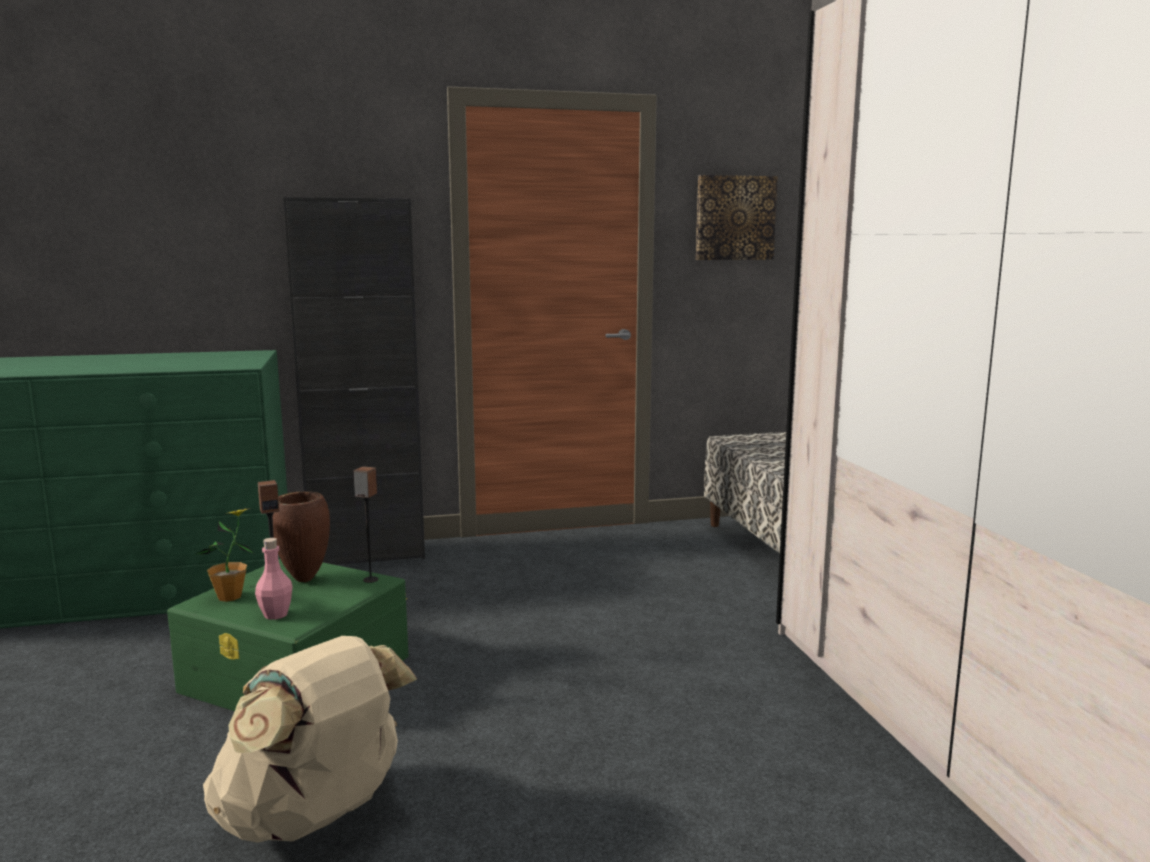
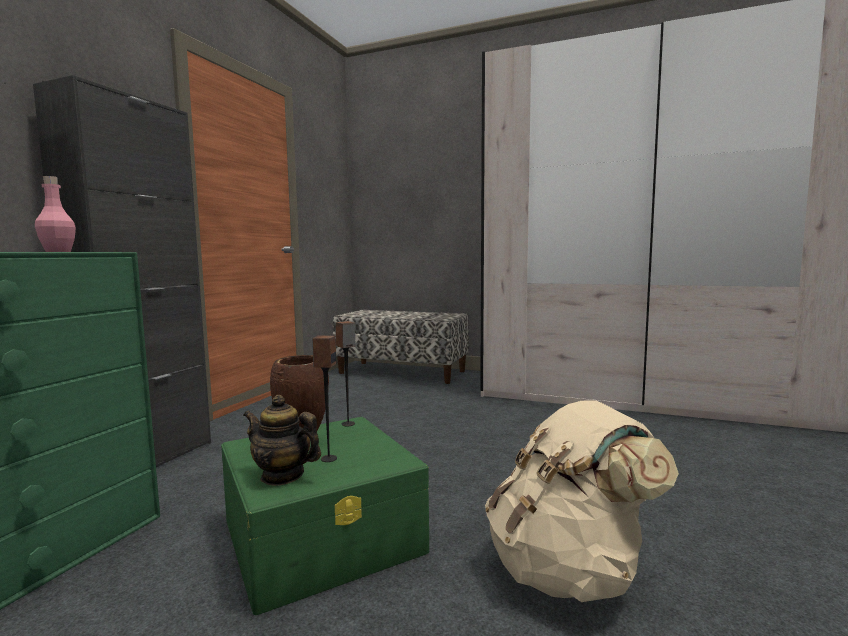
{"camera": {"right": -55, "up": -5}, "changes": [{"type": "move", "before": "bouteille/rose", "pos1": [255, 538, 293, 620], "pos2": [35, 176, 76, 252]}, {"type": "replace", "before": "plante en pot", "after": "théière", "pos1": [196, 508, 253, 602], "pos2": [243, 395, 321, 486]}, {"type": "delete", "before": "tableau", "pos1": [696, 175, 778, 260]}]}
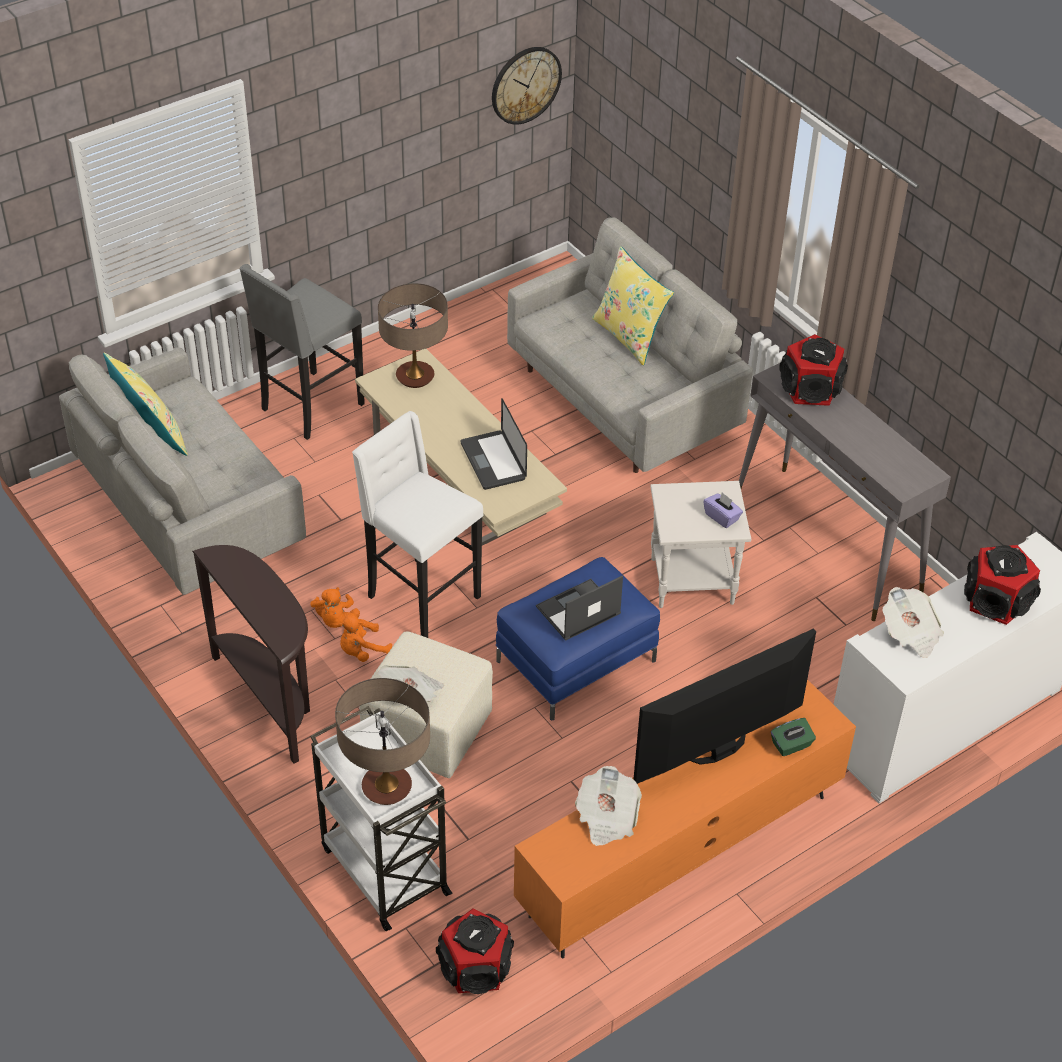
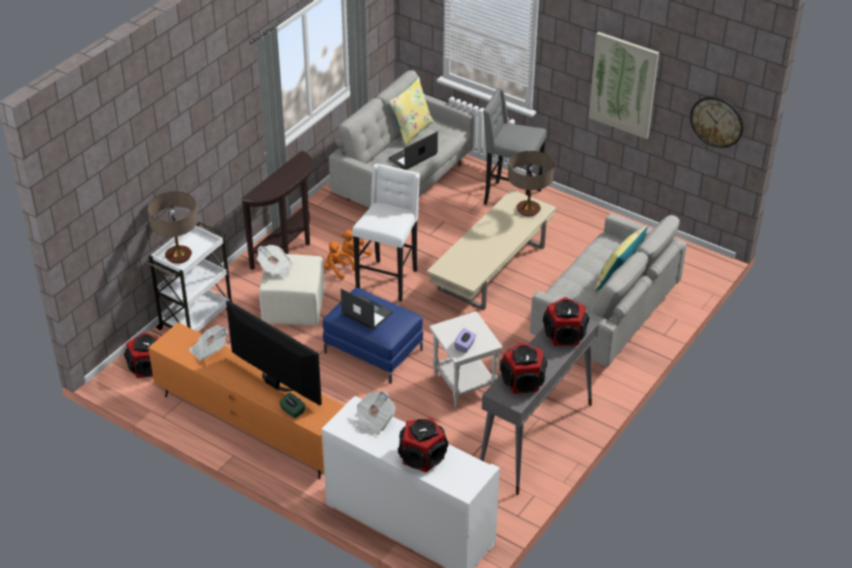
{"camera": {"right": 70, "up": -5}, "changes": [{"type": "move", "before": "ordinateur portable", "pos1": [460, 398, 527, 490], "pos2": [389, 132, 438, 170]}, {"type": "insert", "after": "enceinte", "pos2": [500, 342, 547, 394]}, {"type": "insert", "after": "tableau", "pos2": [589, 32, 659, 139]}]}
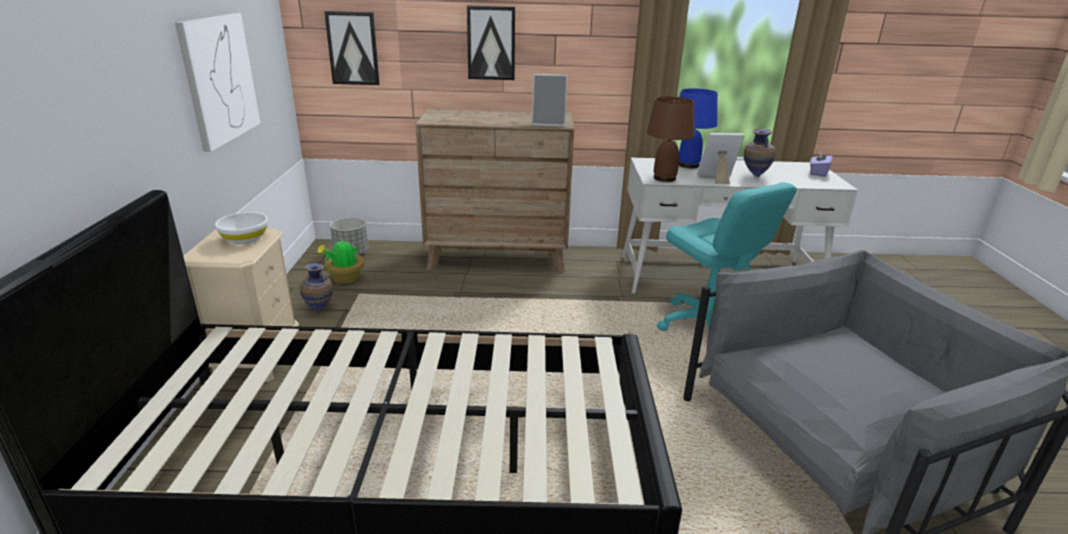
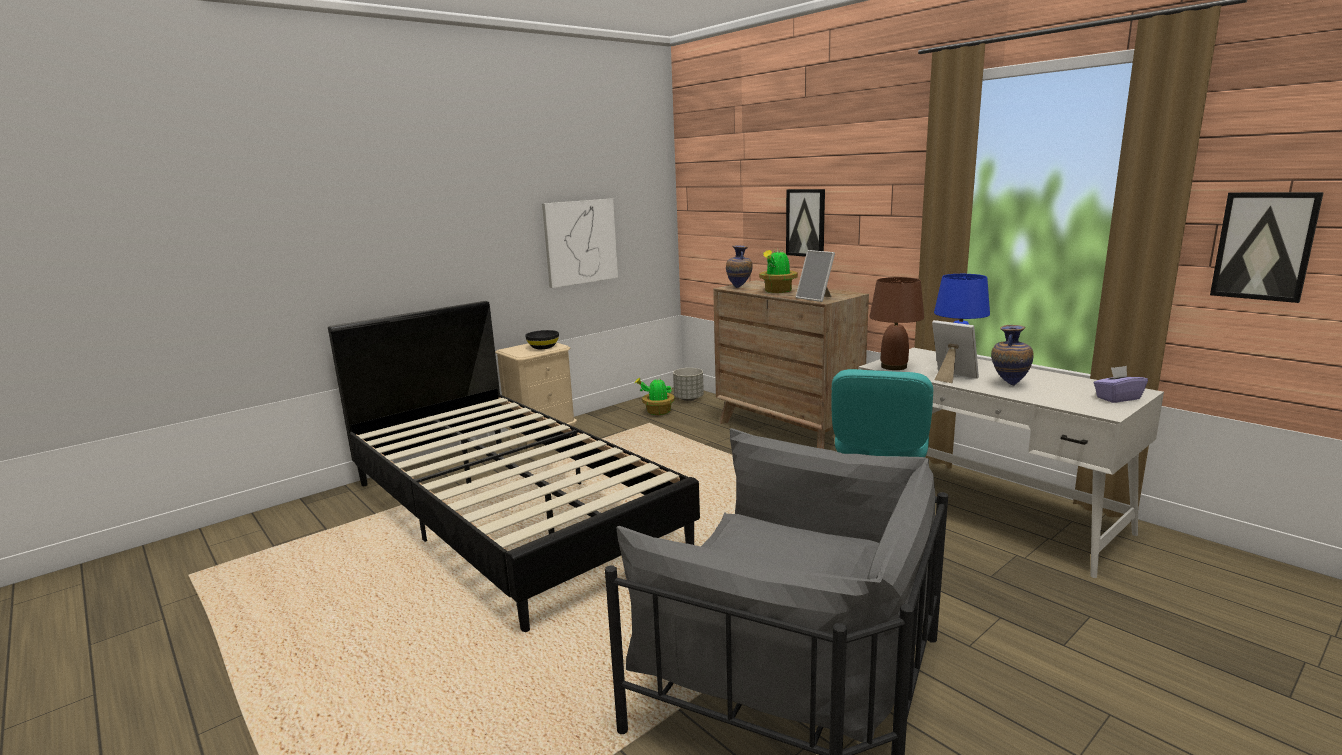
{"camera": {"right": 50, "up": -10}, "changes": [{"type": "recolor", "before": "bol/blanc", "after": "bol/noir", "pos1": [215, 212, 268, 244], "pos2": [525, 330, 559, 349]}, {"type": "move", "before": "vase", "pos1": [300, 263, 333, 312], "pos2": [726, 245, 752, 288]}, {"type": "insert", "after": "plante en pot", "pos2": [759, 248, 798, 293]}, {"type": "move", "before": "tableau", "pos1": [324, 11, 380, 85], "pos2": [1210, 192, 1324, 303]}]}
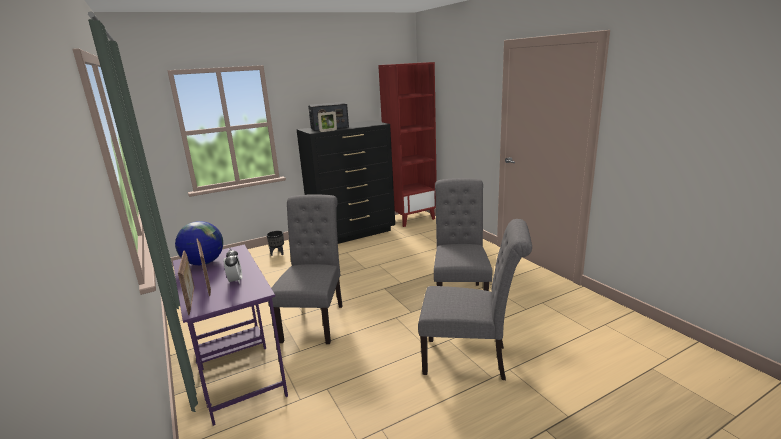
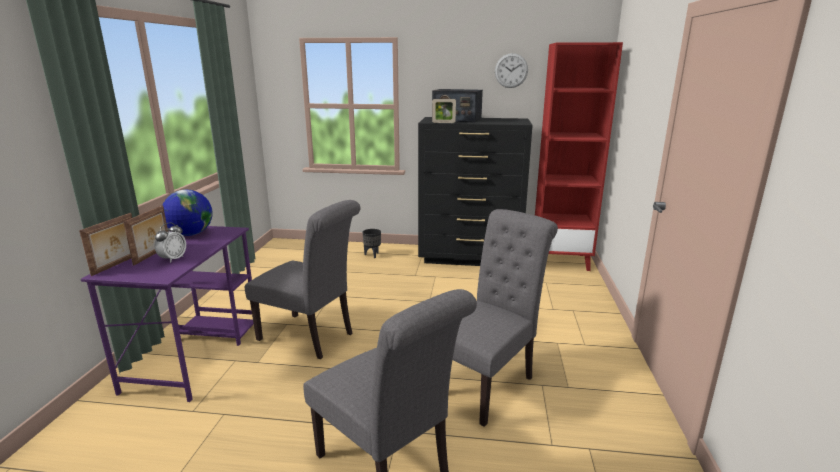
{"camera": {"right": 35, "up": 0}, "changes": [{"type": "rotate", "before": "chaise/gris", "pos1": [268, 194, 343, 344], "pos2": [245, 200, 361, 360], "turn": 75}, {"type": "insert", "after": "horloge murale", "pos2": [495, 53, 528, 88]}]}
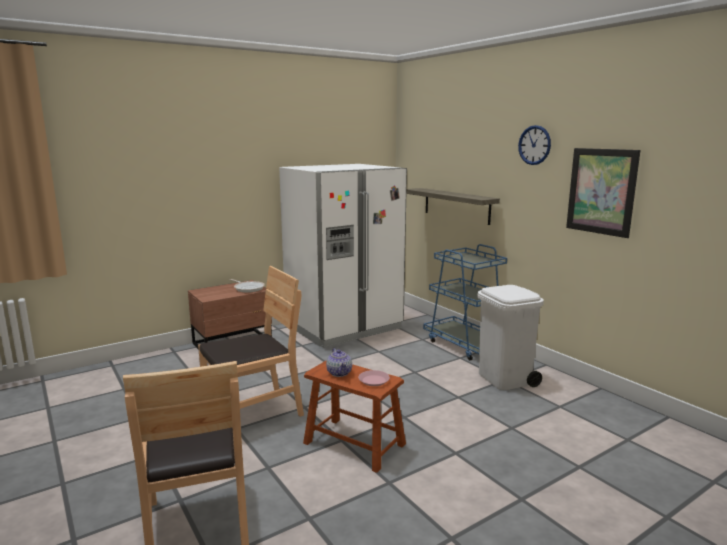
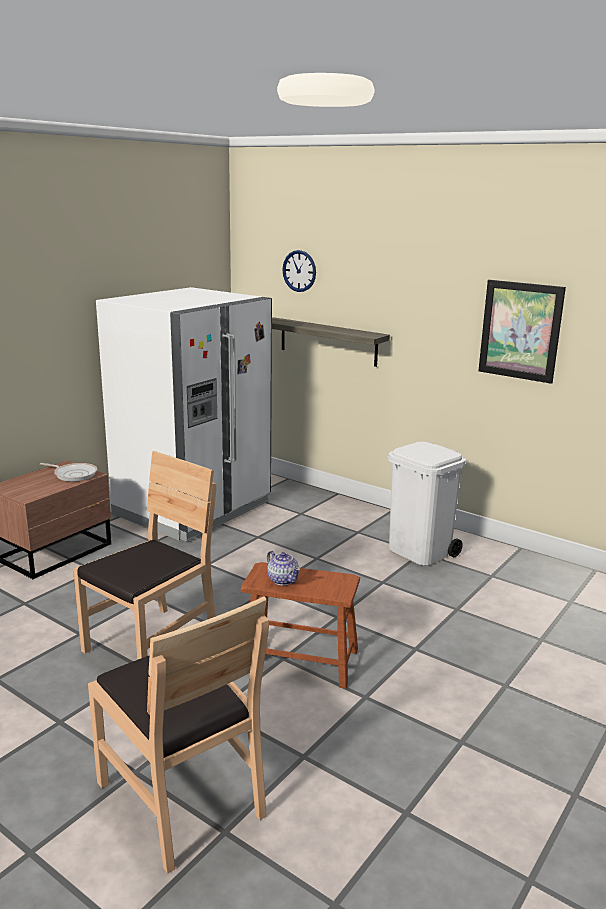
{"camera": {"right": -20, "up": 5}, "changes": [{"type": "move", "before": "horloge murale", "pos1": [518, 125, 551, 165], "pos2": [282, 250, 316, 292]}, {"type": "delete", "before": "assiette/rose", "pos1": [358, 370, 390, 386]}, {"type": "delete", "before": "chariot/bleu", "pos1": [423, 244, 507, 360]}]}
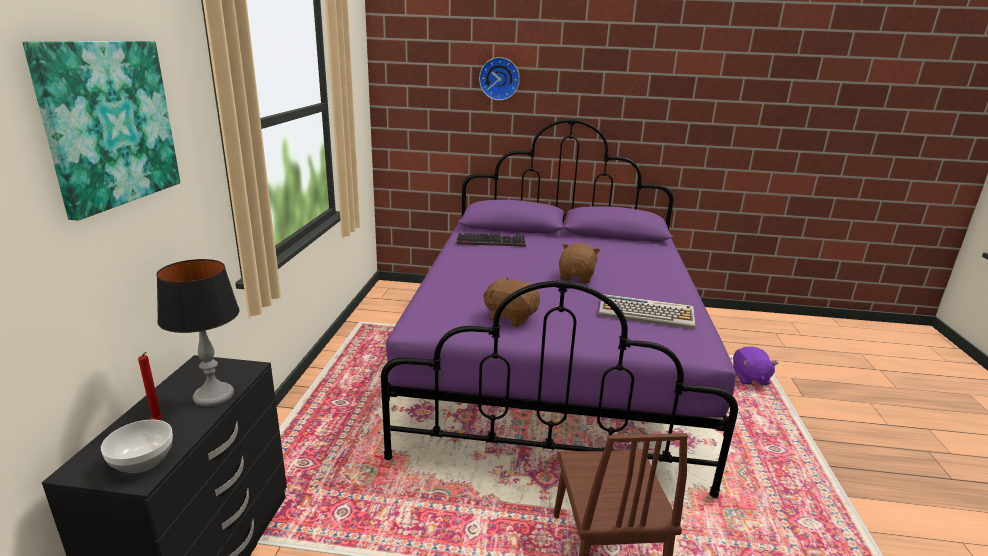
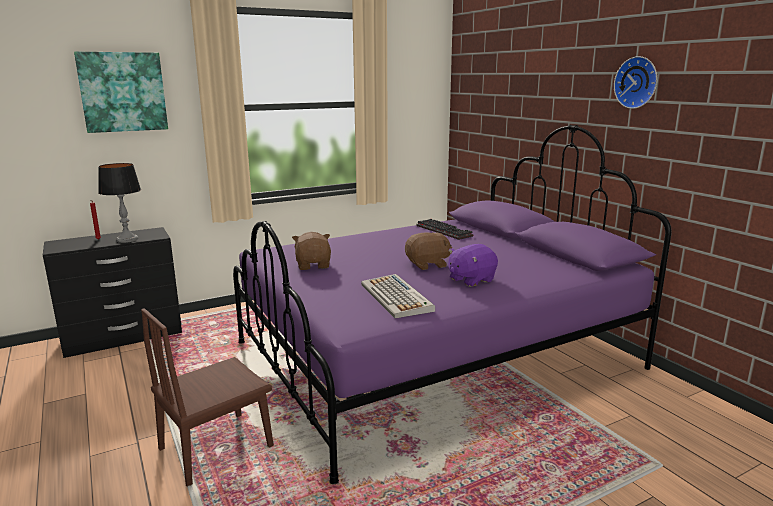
{"camera": {"right": 55, "up": -5}, "changes": [{"type": "move", "before": "peluche/violet", "pos1": [733, 346, 778, 385], "pos2": [448, 244, 498, 287]}, {"type": "move", "before": "horloge murale", "pos1": [479, 57, 520, 101], "pos2": [614, 56, 657, 109]}, {"type": "delete", "before": "bol", "pos1": [101, 420, 173, 473]}]}
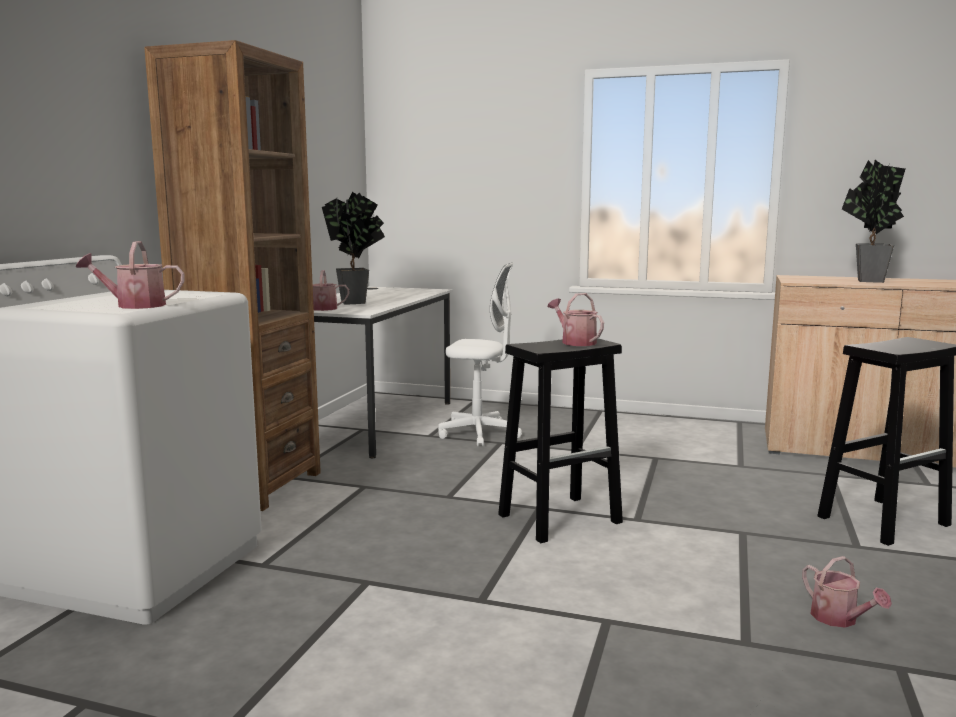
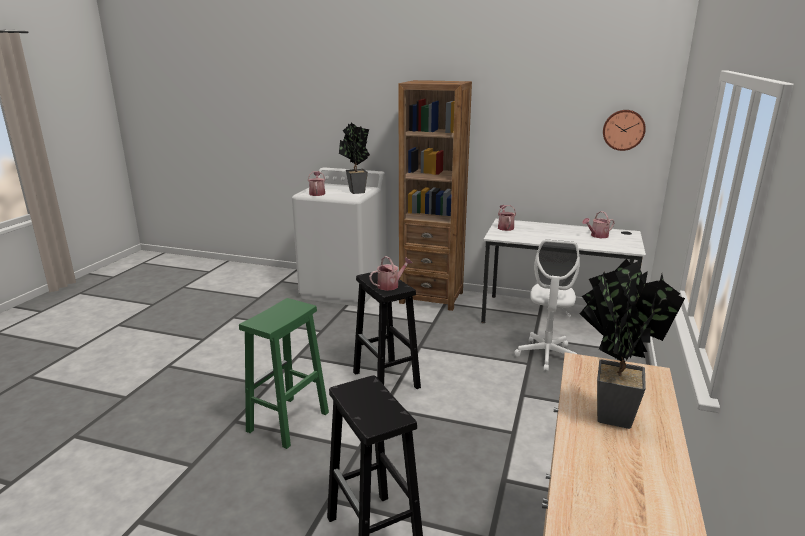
{"camera": {"right": 90, "up": 10}, "changes": [{"type": "insert", "after": "tabouret/vert", "pos2": [239, 298, 329, 449]}, {"type": "move", "before": "plante en pot", "pos1": [322, 192, 385, 305], "pos2": [339, 122, 370, 194]}, {"type": "move", "before": "arrosoir", "pos1": [802, 556, 892, 628], "pos2": [582, 211, 615, 238]}, {"type": "insert", "after": "horloge murale", "pos2": [603, 110, 646, 151]}]}
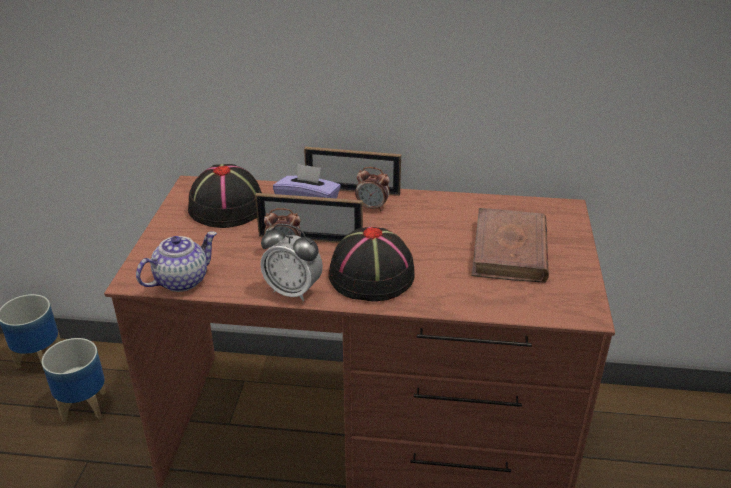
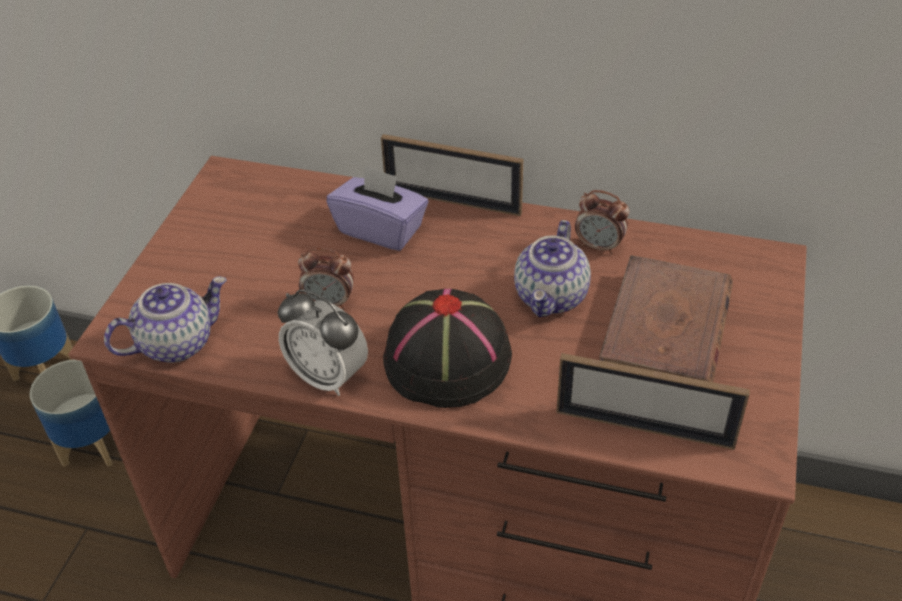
{"camera": {"right": 10, "up": 10}, "changes": [{"type": "insert", "after": "théière", "pos2": [514, 220, 591, 317]}, {"type": "move", "before": "cadre photo", "pos1": [255, 193, 363, 243], "pos2": [556, 353, 750, 450]}, {"type": "move", "before": "réveil", "pos1": [355, 167, 390, 211], "pos2": [575, 190, 629, 254]}, {"type": "delete", "before": "chapeau/noir", "pos1": [188, 164, 262, 228]}]}
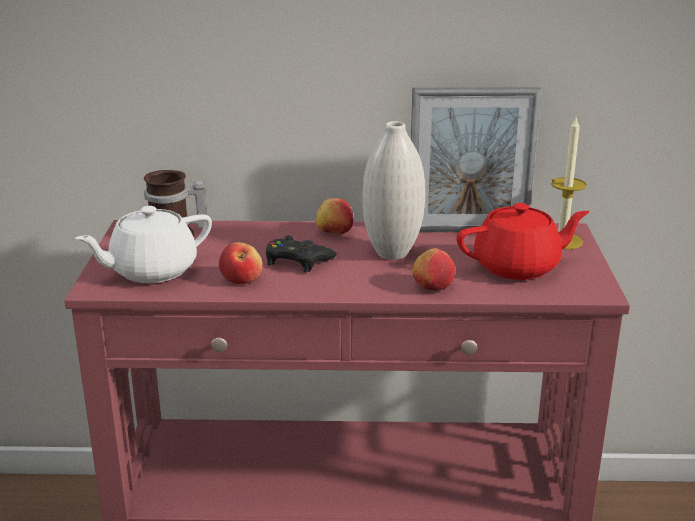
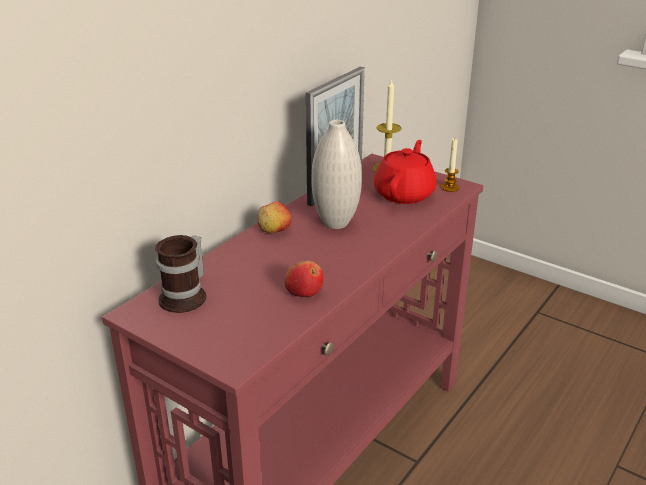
{"camera": {"right": -55, "up": 5}, "changes": [{"type": "insert", "after": "bougie", "pos2": [441, 138, 459, 192]}, {"type": "delete", "before": "théière/blanc", "pos1": [75, 206, 212, 283]}, {"type": "delete", "before": "manette/noir", "pos1": [266, 235, 337, 273]}, {"type": "delete", "before": "pomme", "pos1": [412, 248, 455, 291]}]}
